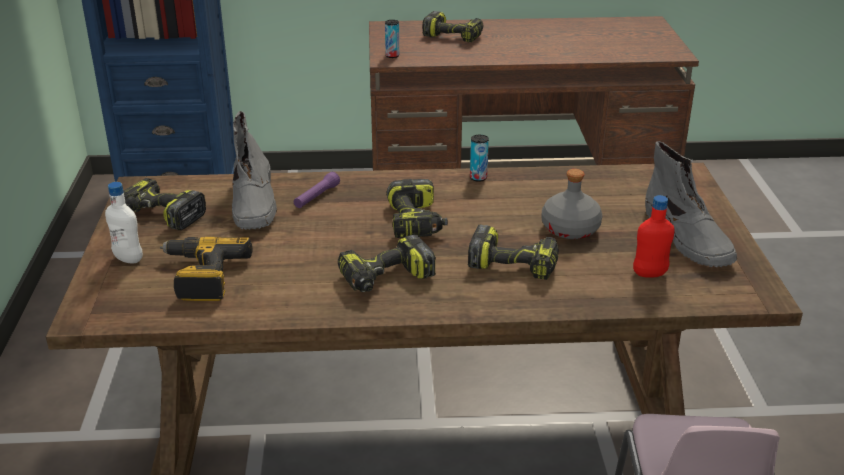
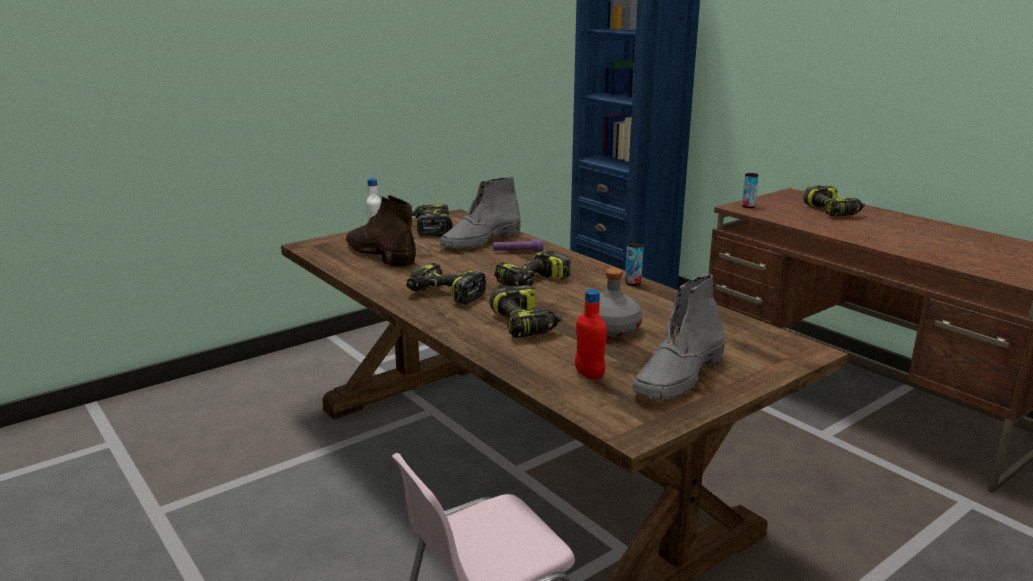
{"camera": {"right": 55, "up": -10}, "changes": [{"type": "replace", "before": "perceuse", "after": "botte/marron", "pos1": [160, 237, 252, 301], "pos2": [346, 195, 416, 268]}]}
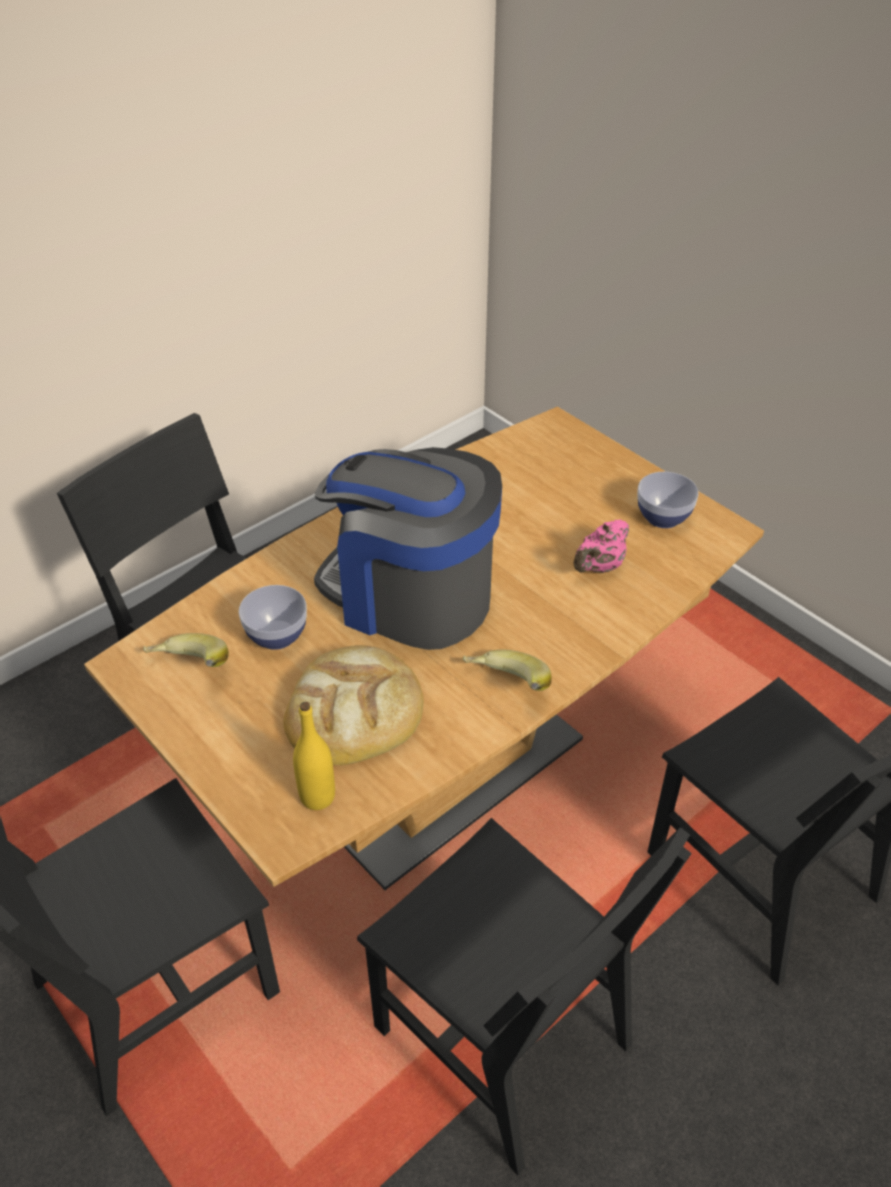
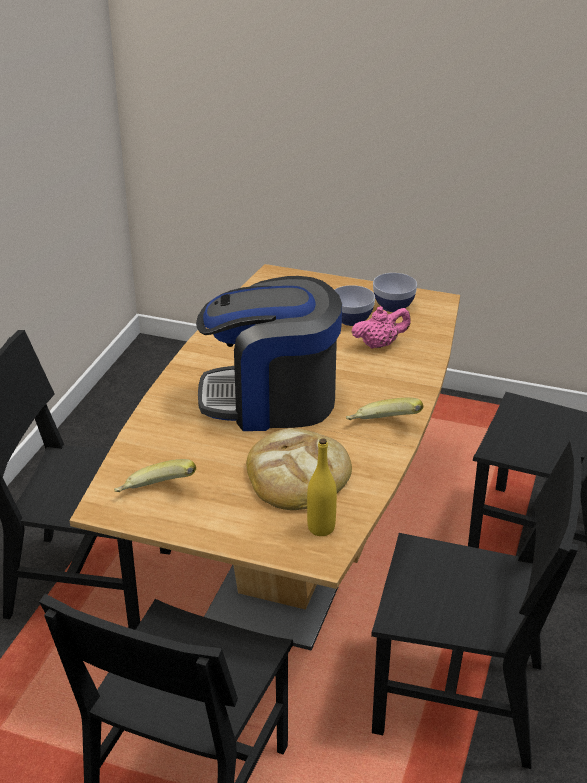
{"camera": {"right": -30, "up": -10}, "changes": [{"type": "move", "before": "bol", "pos1": [239, 585, 307, 650], "pos2": [335, 285, 375, 326]}, {"type": "rotate", "before": "théière/rose", "pos1": [573, 519, 629, 573], "pos2": [352, 306, 411, 349], "turn": -120}]}
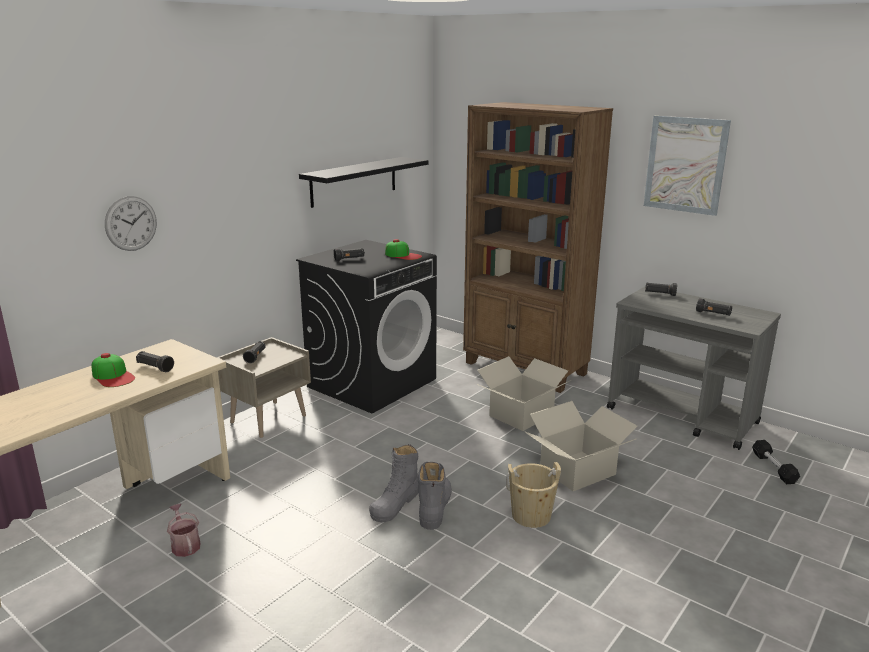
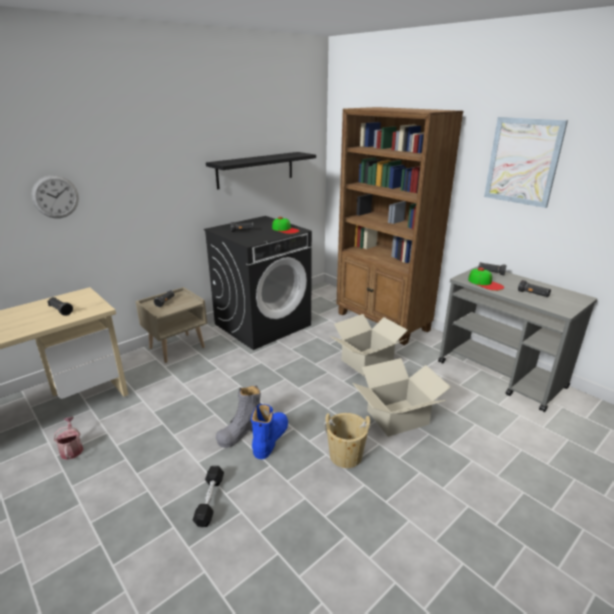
{"camera": {"right": 10, "up": 5}, "changes": [{"type": "move", "before": "haltère/noir", "pos1": [752, 440, 800, 484], "pos2": [193, 466, 224, 527]}, {"type": "recolor", "before": "botte/gris", "after": "botte/bleu", "pos1": [418, 461, 452, 530], "pos2": [251, 404, 288, 459]}, {"type": "move", "before": "casquette", "pos1": [92, 353, 135, 387], "pos2": [468, 268, 504, 291]}]}
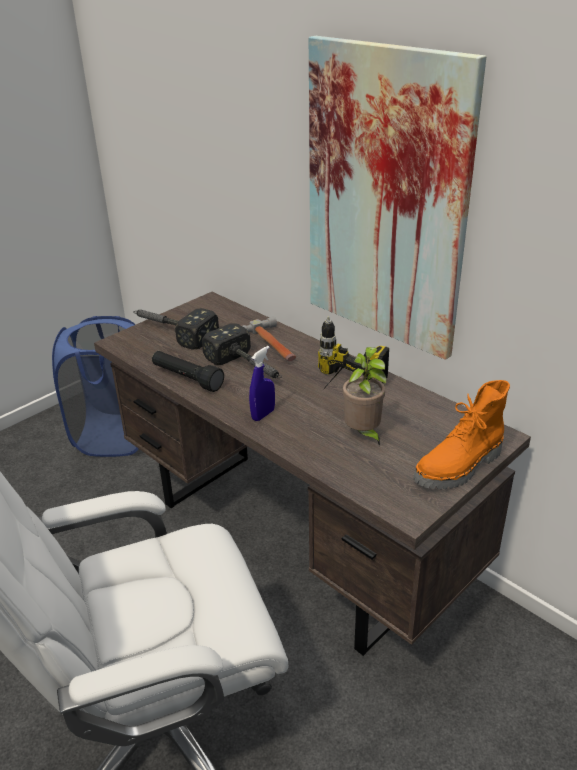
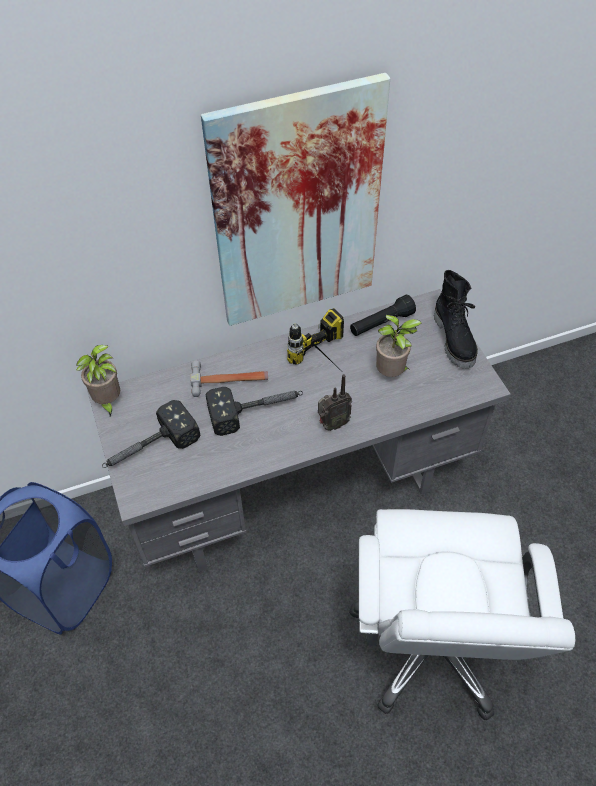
{"camera": {"right": -65, "up": 20}, "changes": [{"type": "insert", "after": "plante en pot", "pos2": [76, 345, 120, 416]}, {"type": "recolor", "before": "bureau/marron", "after": "bureau/gris", "pos1": [94, 292, 531, 656], "pos2": [88, 289, 511, 572]}, {"type": "replace", "before": "vaporisateur/bleu", "after": "radio", "pos1": [249, 346, 275, 421], "pos2": [318, 374, 352, 431]}, {"type": "move", "before": "lampe de poche/noir", "pos1": [152, 351, 224, 392], "pos2": [350, 294, 416, 336]}, {"type": "recolor", "before": "botte/orange", "after": "botte/noir", "pos1": [413, 380, 510, 489], "pos2": [434, 270, 478, 368]}]}
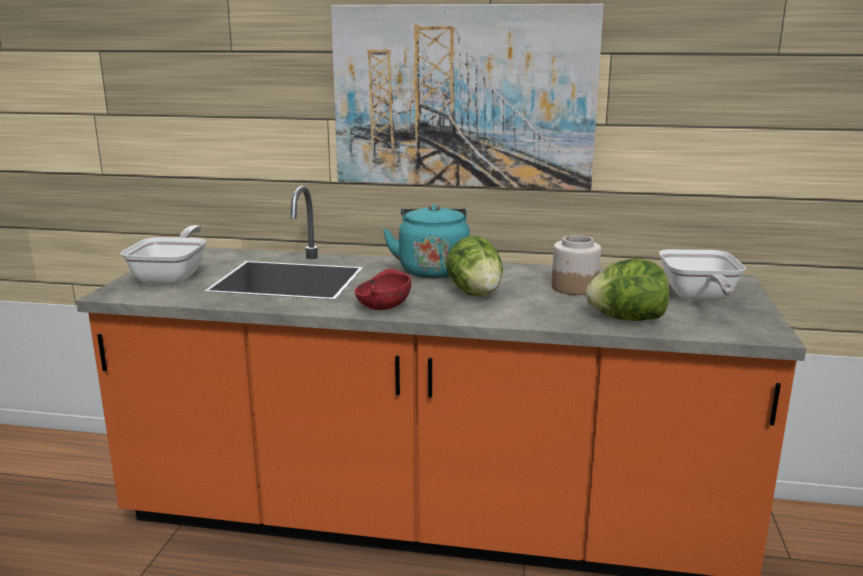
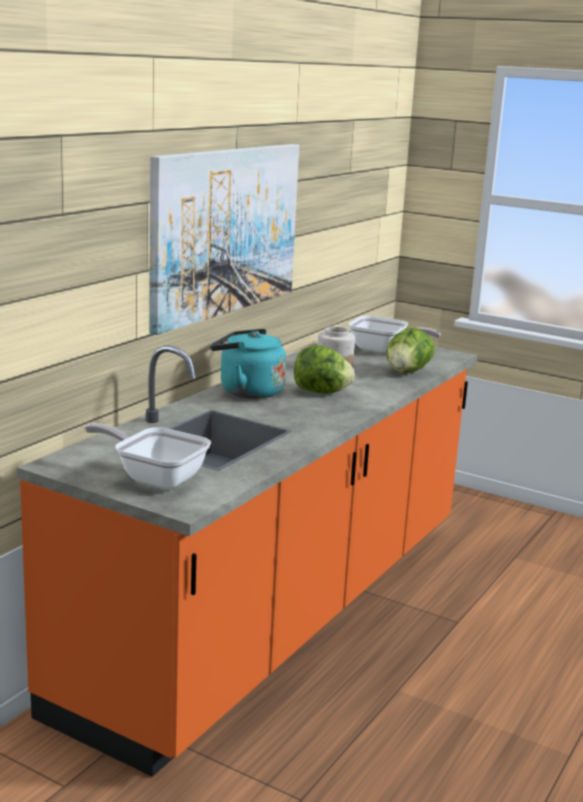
{"camera": {"right": -70, "up": 0}, "changes": [{"type": "delete", "before": "bol/rouge", "pos1": [354, 269, 411, 310]}]}
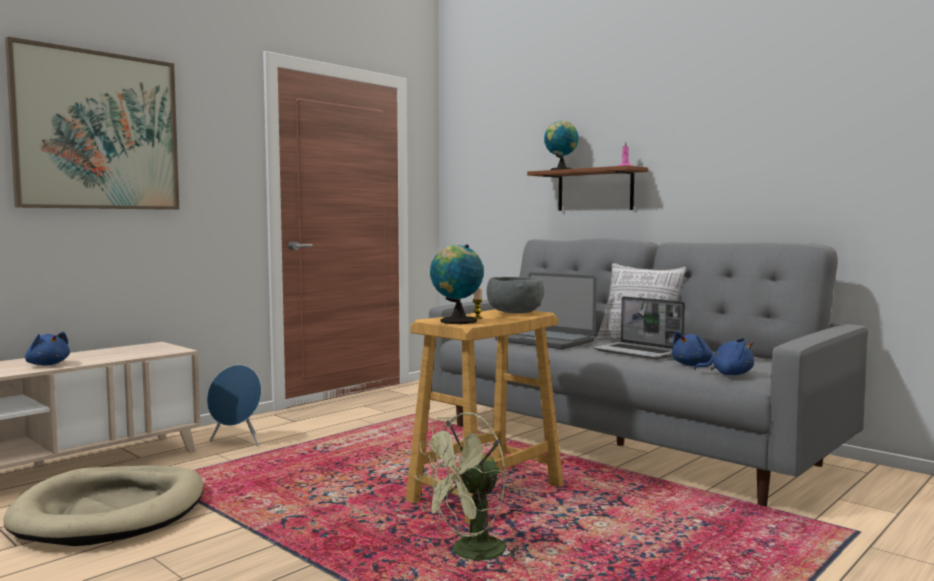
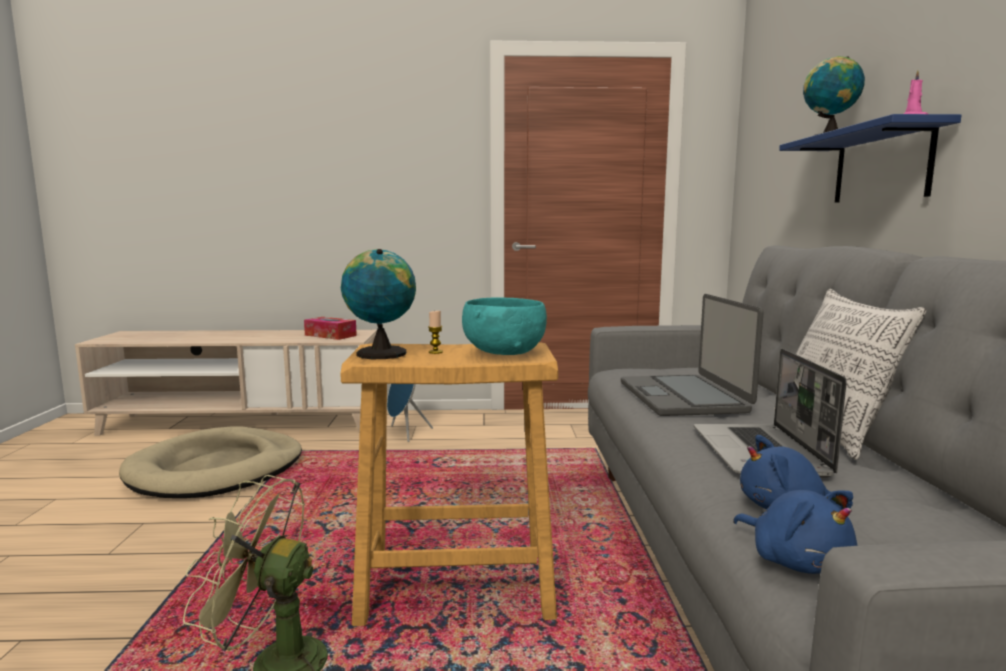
{"camera": {"right": 45, "up": 5}, "changes": [{"type": "insert", "after": "boîte à mouchoirs", "pos2": [304, 317, 357, 340]}, {"type": "recolor", "before": "bol/gris", "after": "bol/turquoise", "pos1": [487, 277, 544, 314], "pos2": [462, 297, 547, 355]}, {"type": "recolor", "before": "étagère/marron", "after": "étagère/bleu", "pos1": [527, 165, 648, 211], "pos2": [779, 114, 962, 203]}, {"type": "delete", "before": "tableau", "pos1": [5, 36, 179, 210]}, {"type": "delete", "before": "peluche/bleu", "pos1": [25, 332, 70, 366]}]}
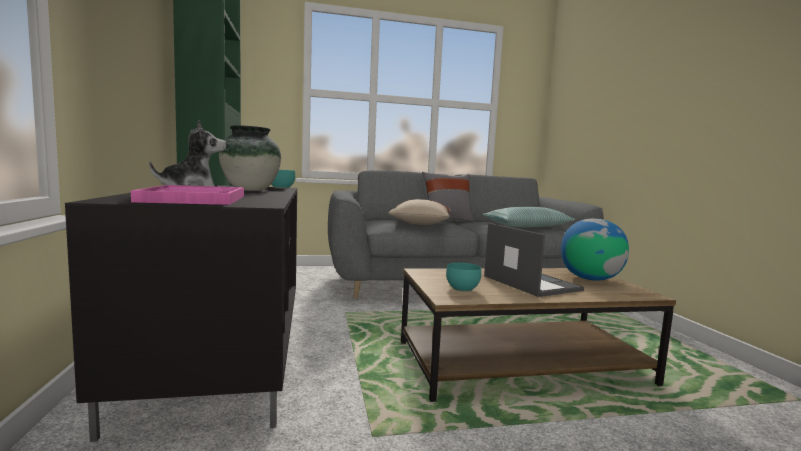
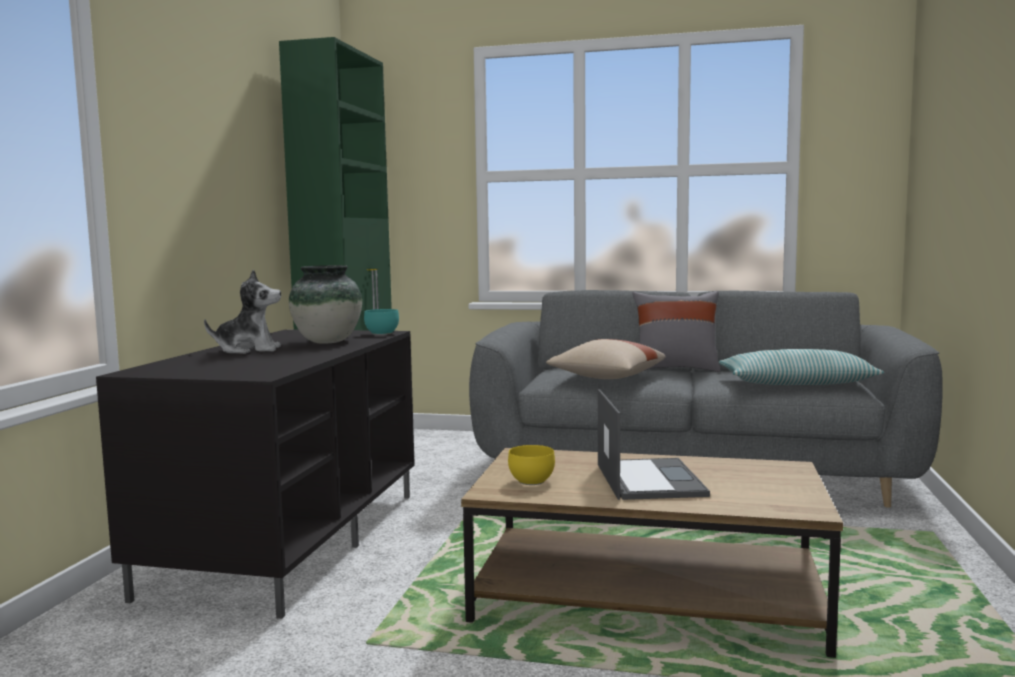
{"camera": {"right": 25, "up": 0}, "changes": [{"type": "recolor", "before": "bol/turquoise", "after": "bol/jaune", "pos1": [446, 263, 481, 292], "pos2": [508, 445, 555, 485]}, {"type": "delete", "before": "plateau/rose", "pos1": [131, 185, 244, 205]}, {"type": "delete", "before": "globe", "pos1": [561, 218, 629, 281]}]}
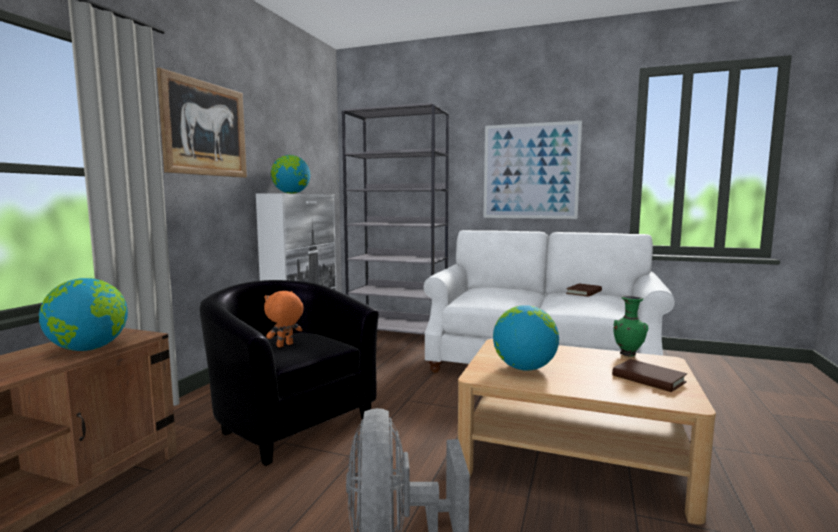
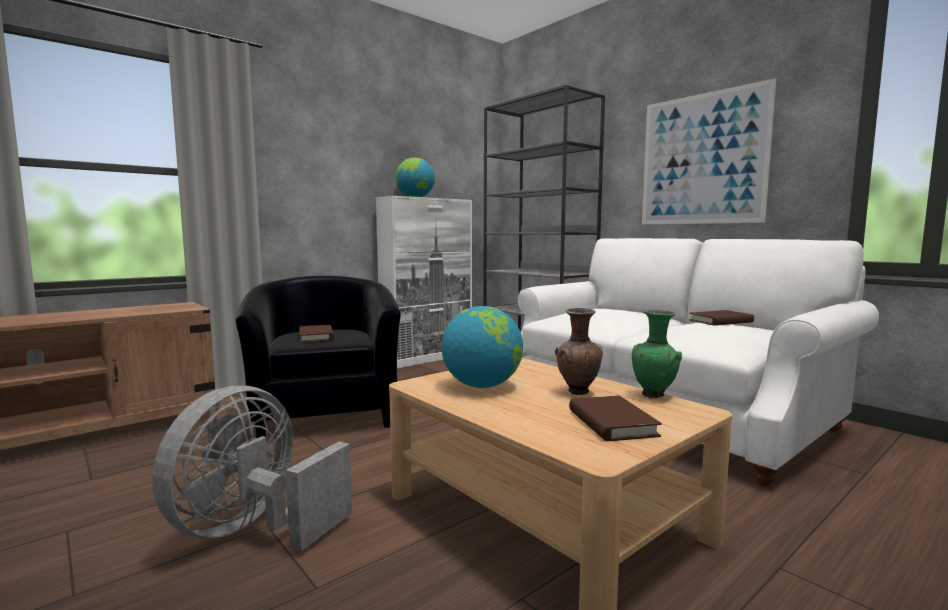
{"camera": {"right": 30, "up": 0}, "changes": [{"type": "replace", "before": "peluche/orange", "after": "livre/marron", "pos1": [264, 291, 304, 348], "pos2": [299, 325, 334, 342]}, {"type": "insert", "after": "vase/marron", "pos2": [555, 308, 603, 395]}, {"type": "delete", "before": "globe", "pos1": [39, 278, 128, 351]}, {"type": "delete", "before": "tableau", "pos1": [156, 68, 247, 178]}]}
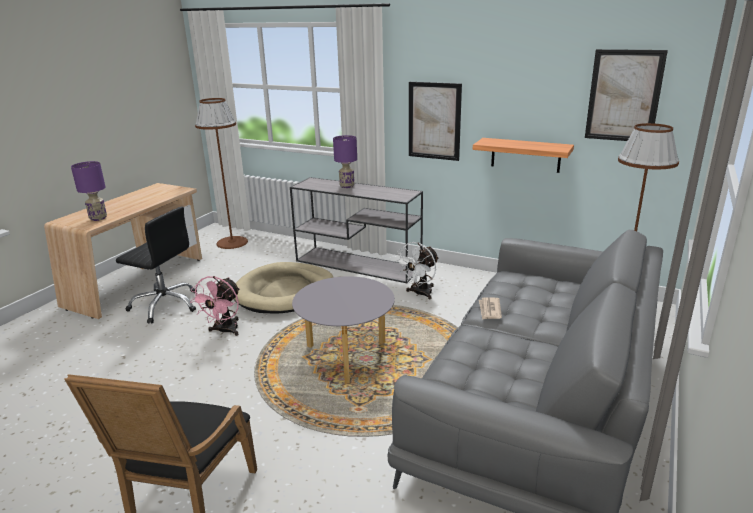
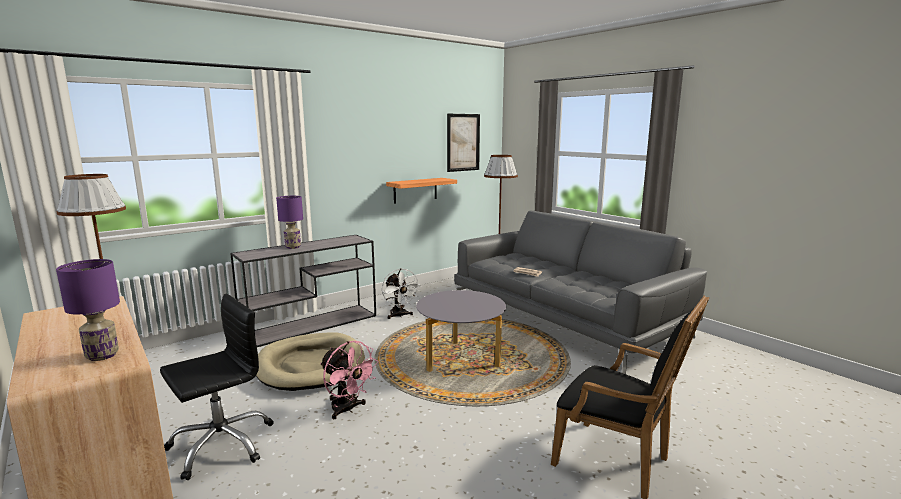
{"camera": {"right": -65, "up": -10}, "changes": [{"type": "delete", "before": "tableau", "pos1": [409, 82, 462, 161]}]}
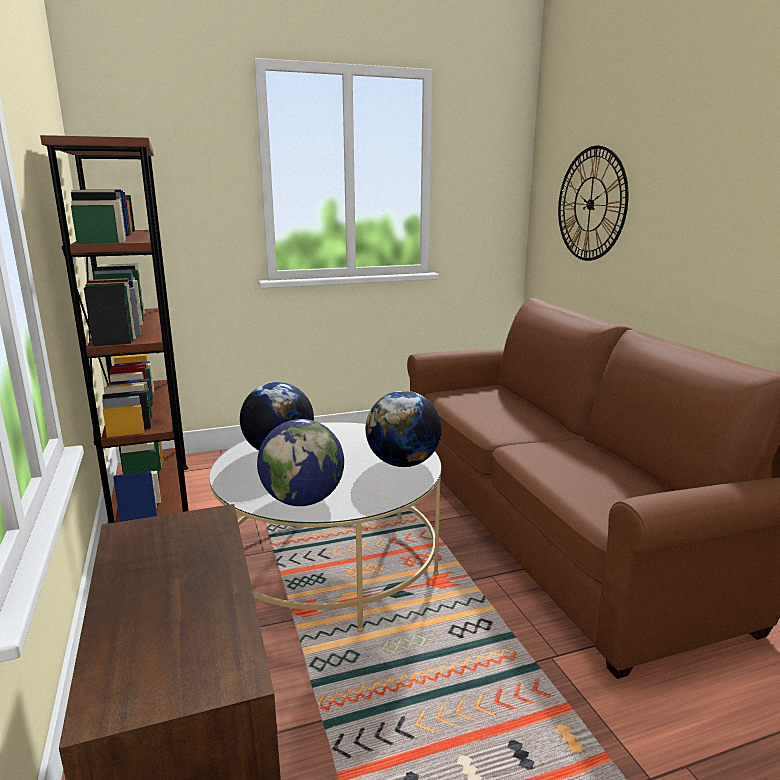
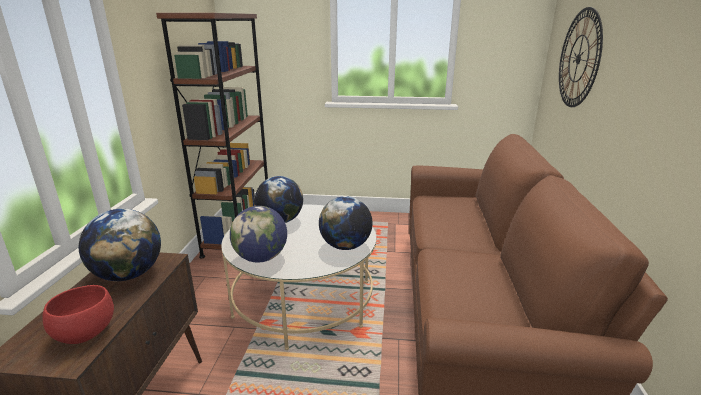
{"camera": {"right": 25, "up": 5}, "changes": [{"type": "insert", "after": "bol/rouge", "pos2": [42, 285, 114, 344]}, {"type": "insert", "after": "globe", "pos2": [79, 209, 161, 281]}]}
